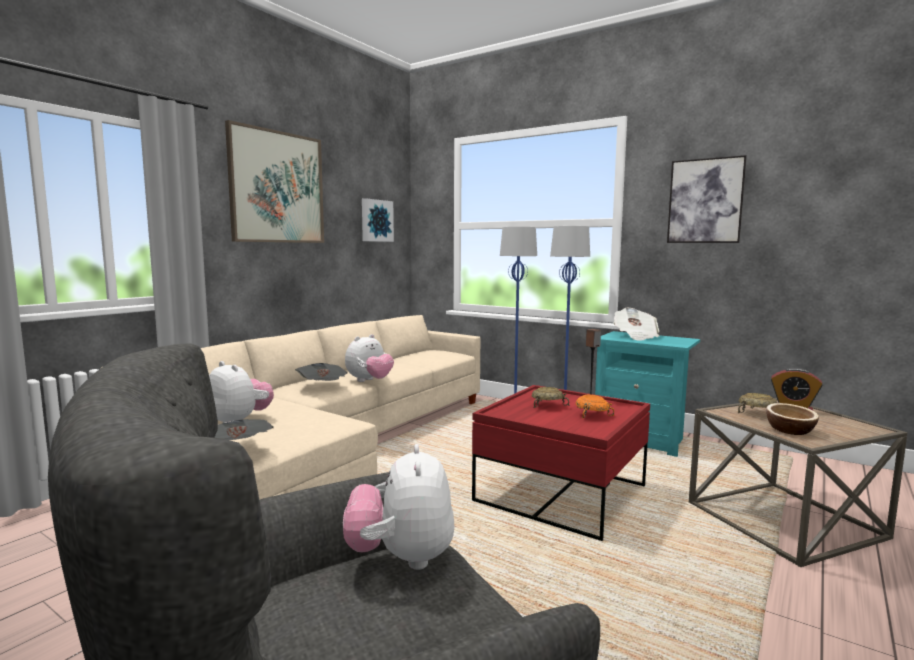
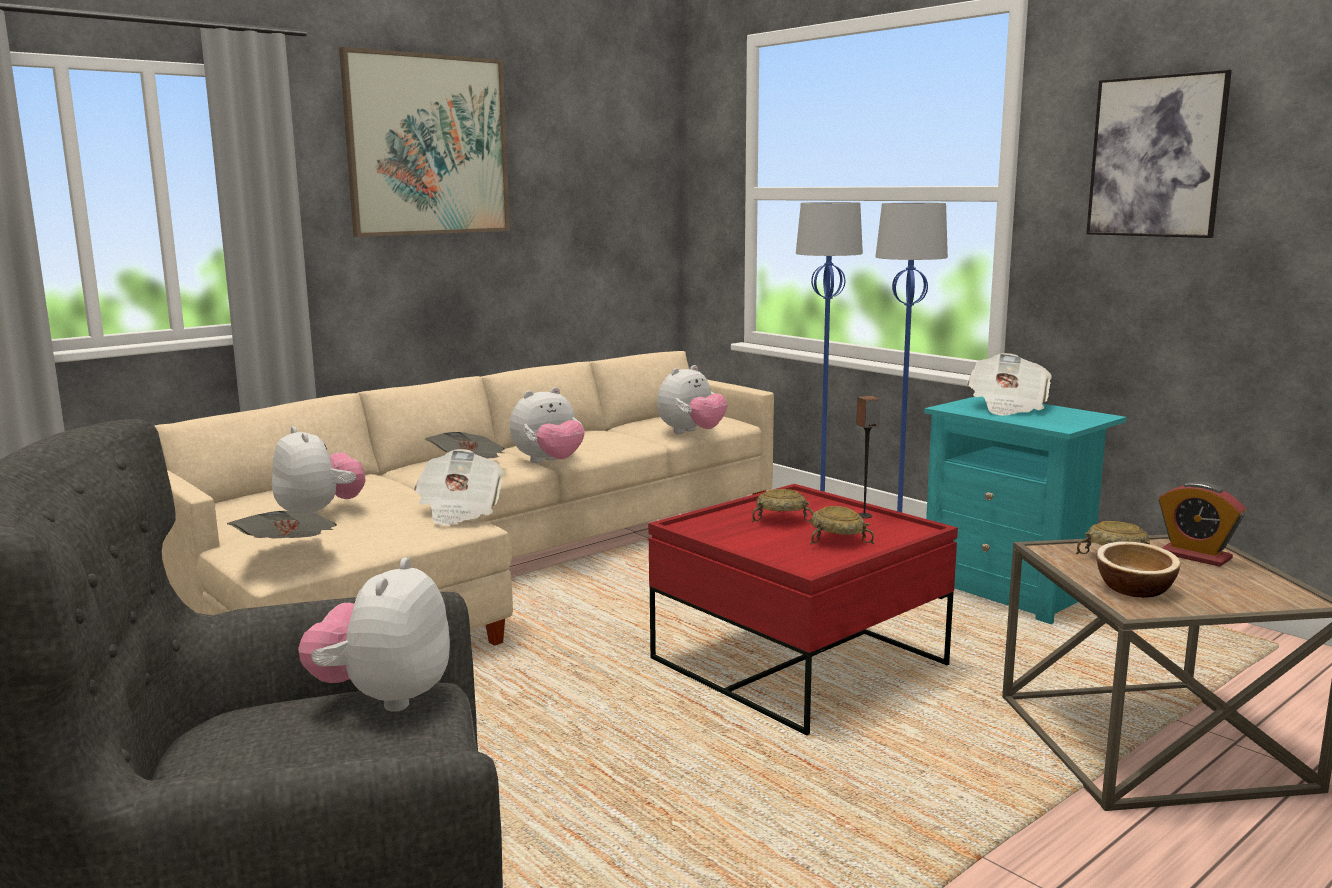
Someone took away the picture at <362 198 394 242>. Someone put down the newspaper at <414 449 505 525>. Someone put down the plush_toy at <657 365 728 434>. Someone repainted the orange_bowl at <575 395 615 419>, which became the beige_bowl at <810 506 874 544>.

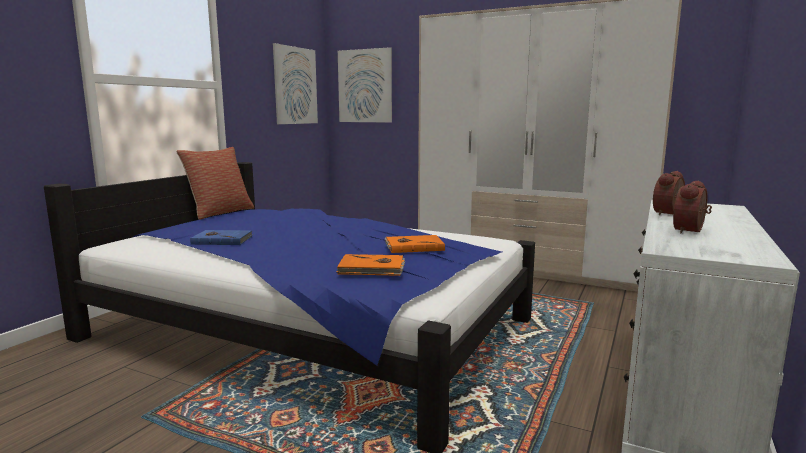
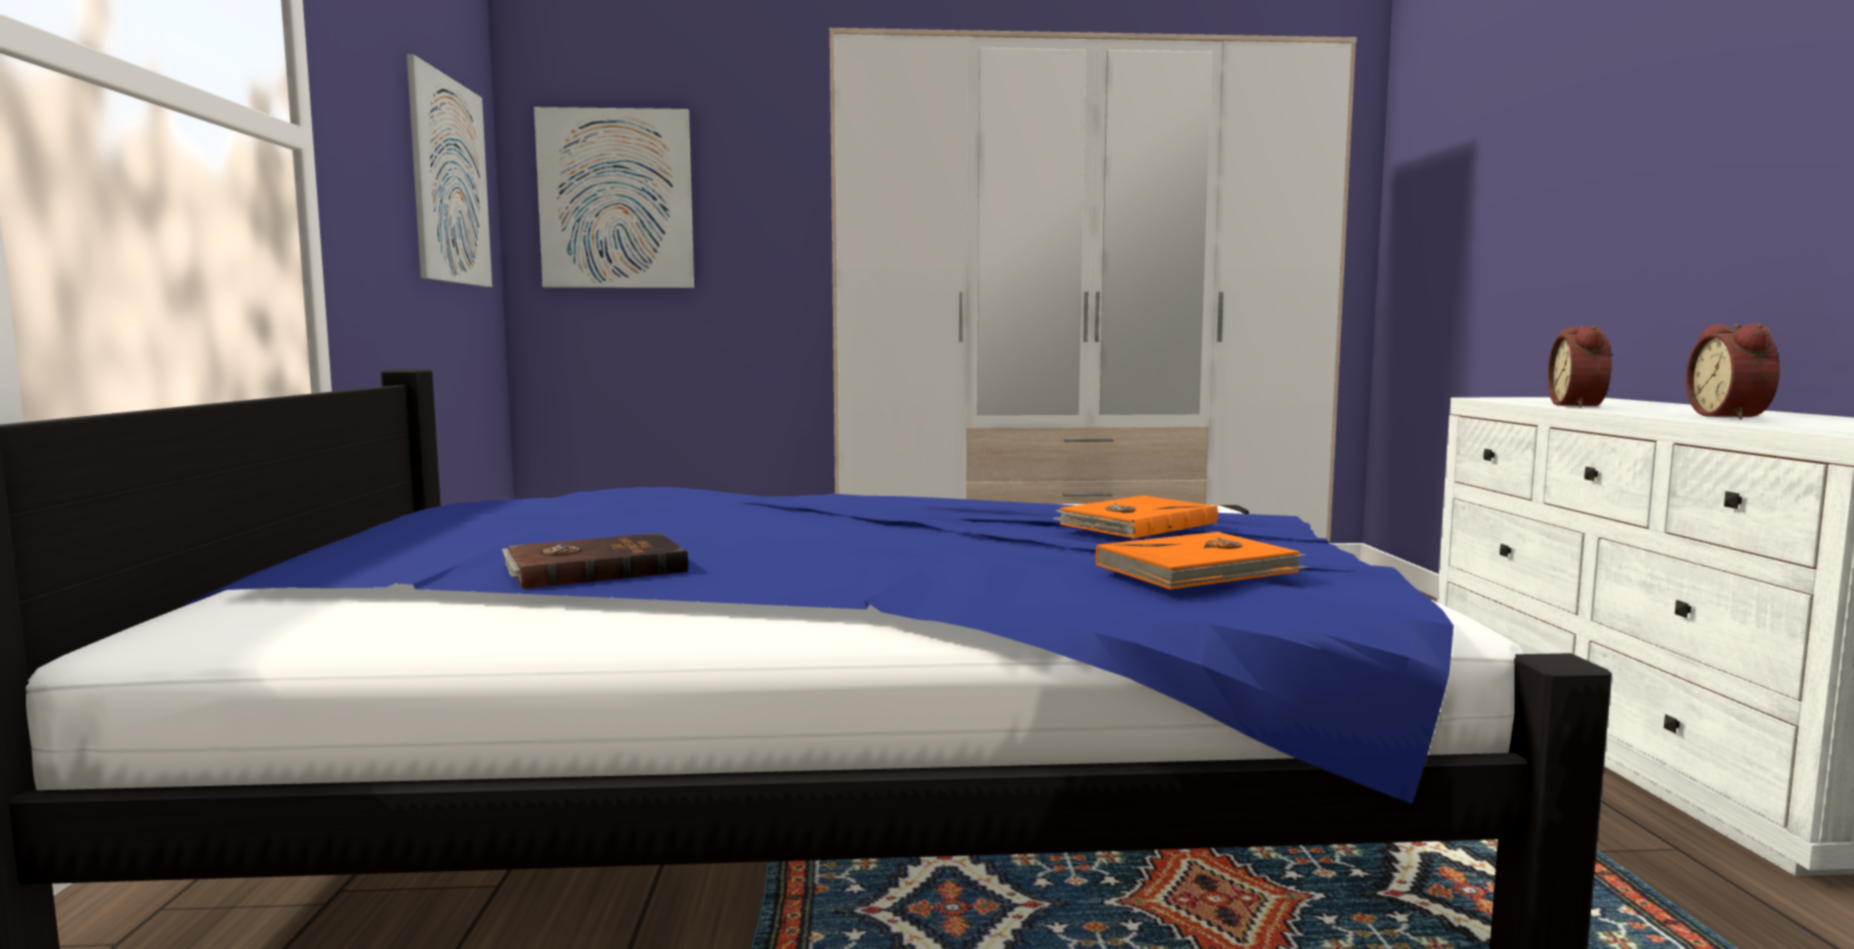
Someone took away the pillow at <176 147 254 220>. Someone repainted the blue_book at <190 230 253 245>, which became the brown_book at <502 533 688 589>.

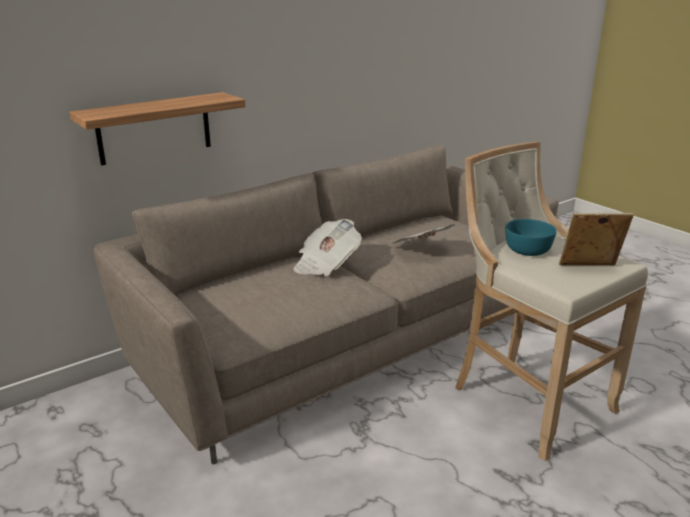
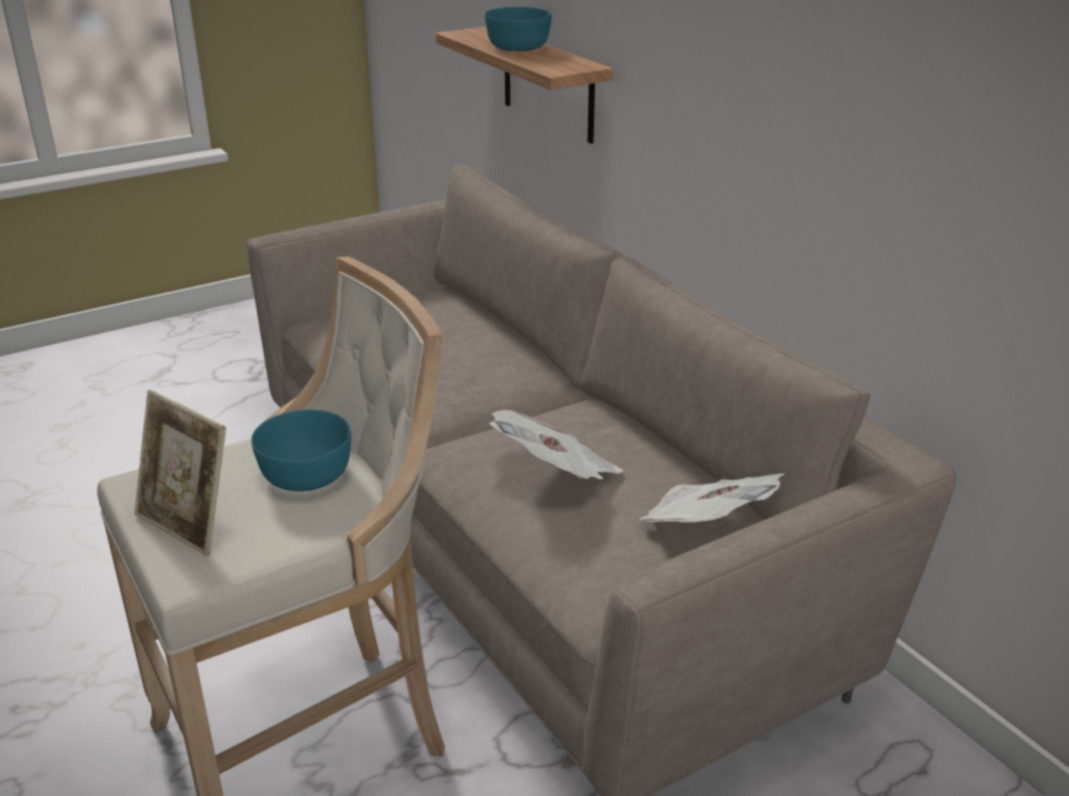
Someone put down the turquoise_bowl at <485 7 552 51>. Someone carried the newspaper from <293 219 362 276> to <639 473 786 522>. Someone rotated the picture_frame at <559 213 634 265> by 120 degrees clockwise.

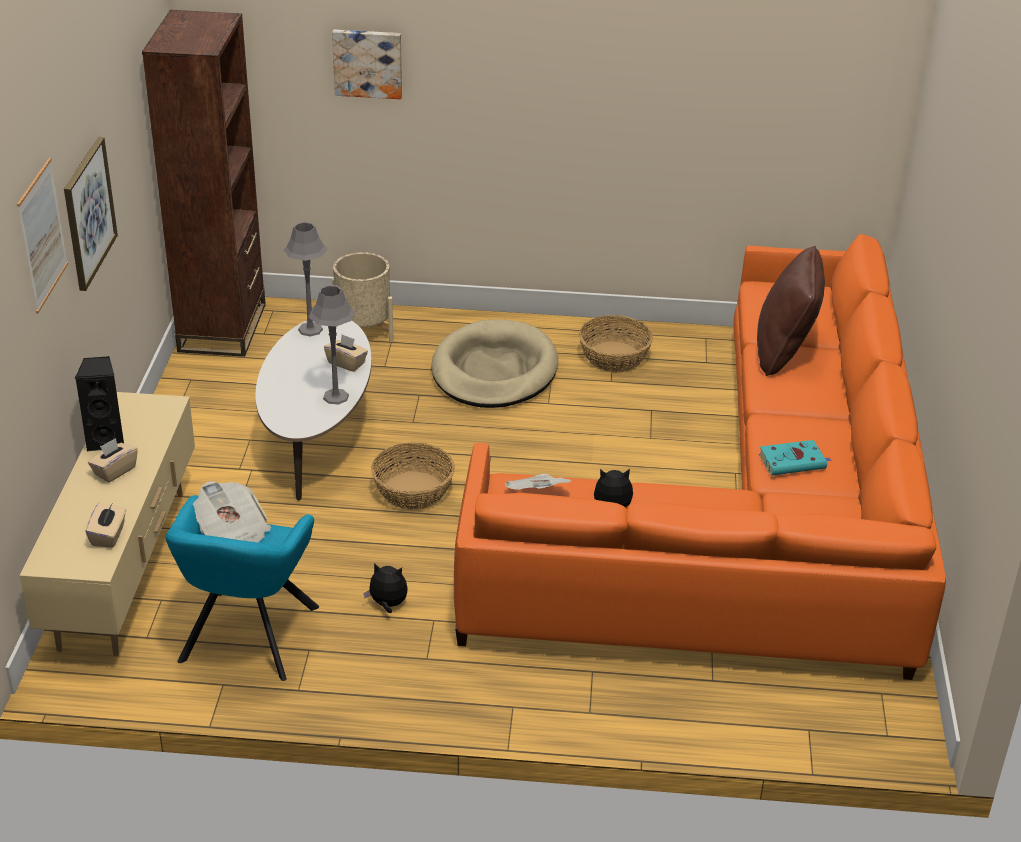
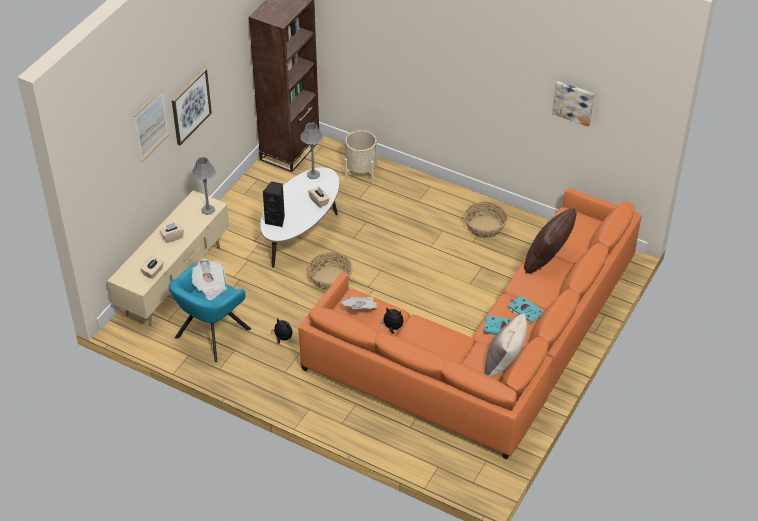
Someone took away the beige_dog_bed at <432 319 558 408>. Someone put down the beige_pillow at <484 313 527 377>. Someone put down the turquoise_book at <508 296 544 325>. Someone carried the black_speaker from <75 356 124 451> to <263 181 285 227>. Someone carried the grey_table_lamp from <309 285 355 405> to <192 157 216 215>. Someone carried the picture from <332 30 402 99> to <552 81 594 127>.

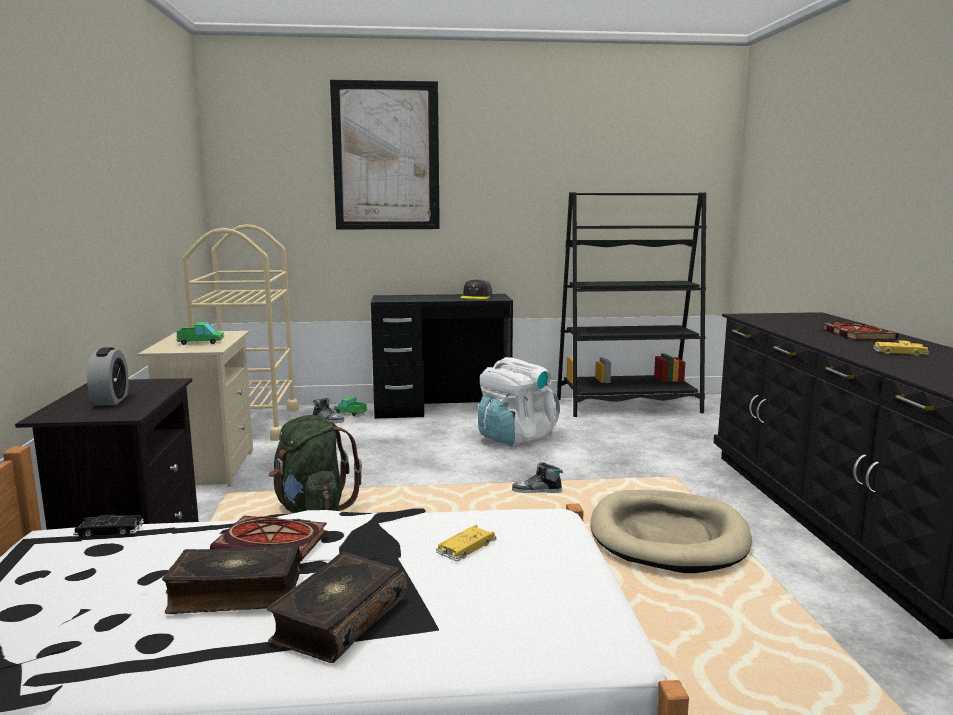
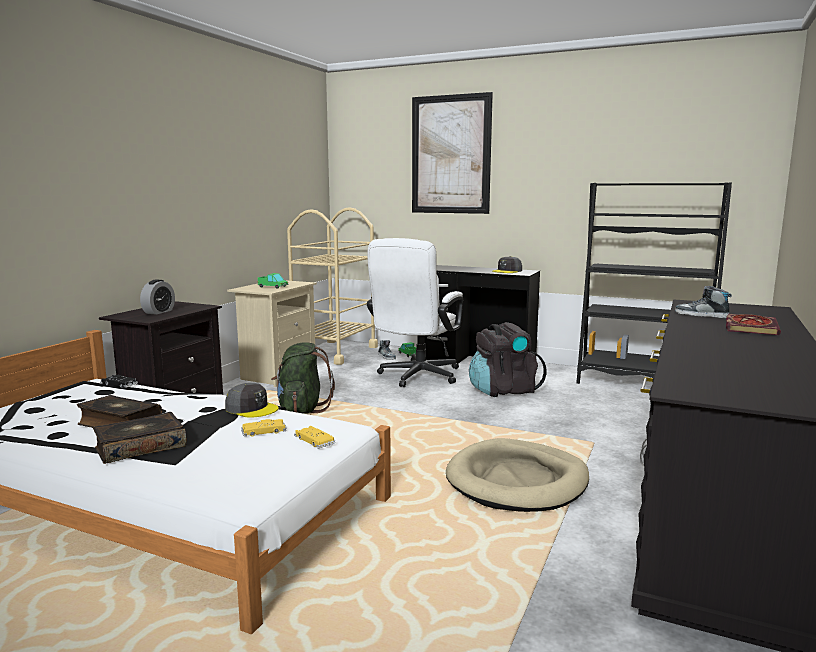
Someone took away the book at <210 516 327 561>. Someone put down the grey_cap at <225 383 279 418>. Someone put down the white_office_chair at <367 238 463 387>. Someone carried the shoe from <512 462 563 493> to <675 286 732 318>. Someone carried the yellow_toy_car from <873 340 929 356> to <294 426 335 448>. Someone repainted the white_backpack at <478 357 560 447>, which became the black_backpack at <469 322 546 397>.

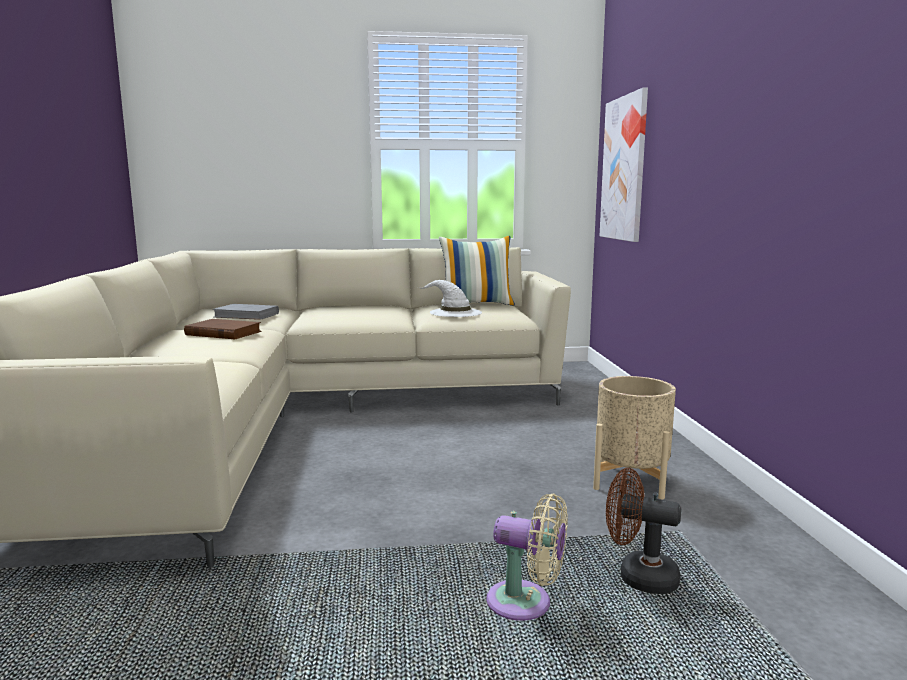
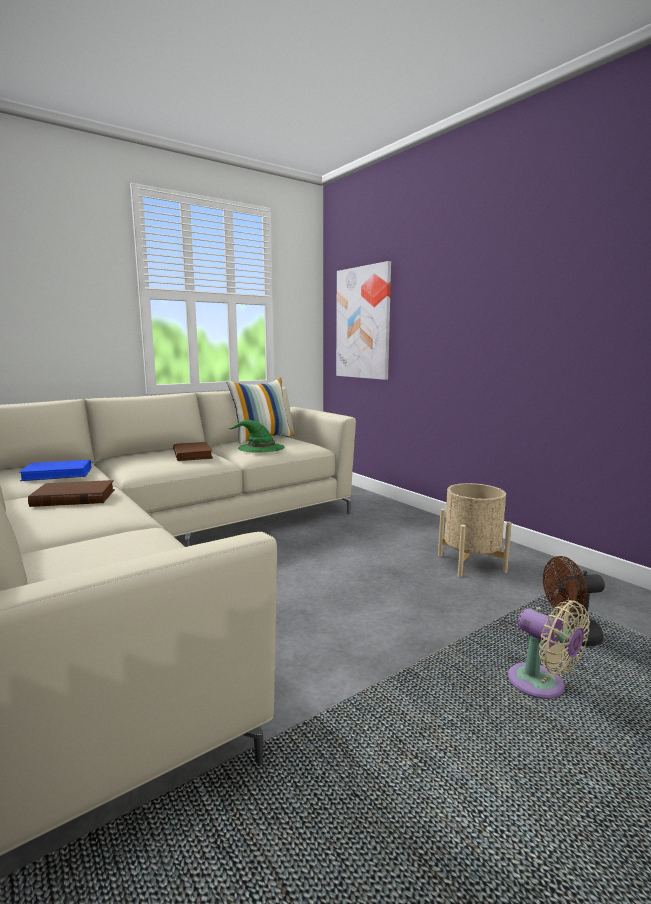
Someone put down the brown_book at <173 442 213 461>. Someone repainted the grey_book at <213 304 279 320>, which became the blue_book at <19 460 91 481>. Someone repainted the white_hat at <418 280 482 317>, which became the green_hat at <227 420 284 453>. Someone rotated the beige_fan at <486 494 568 620> by 60 degrees clockwise.

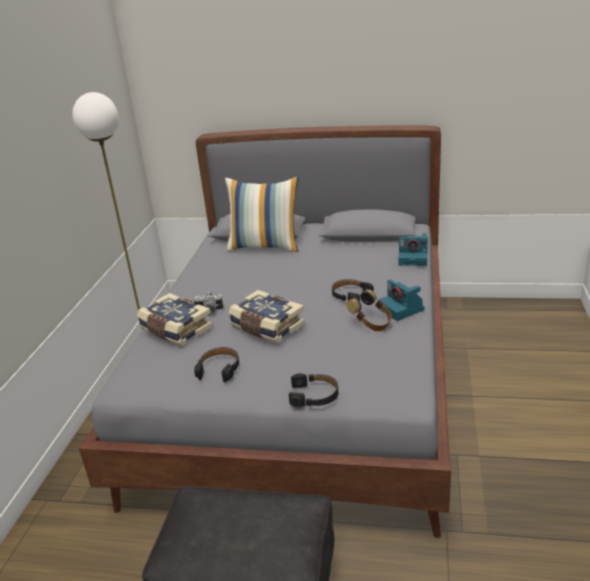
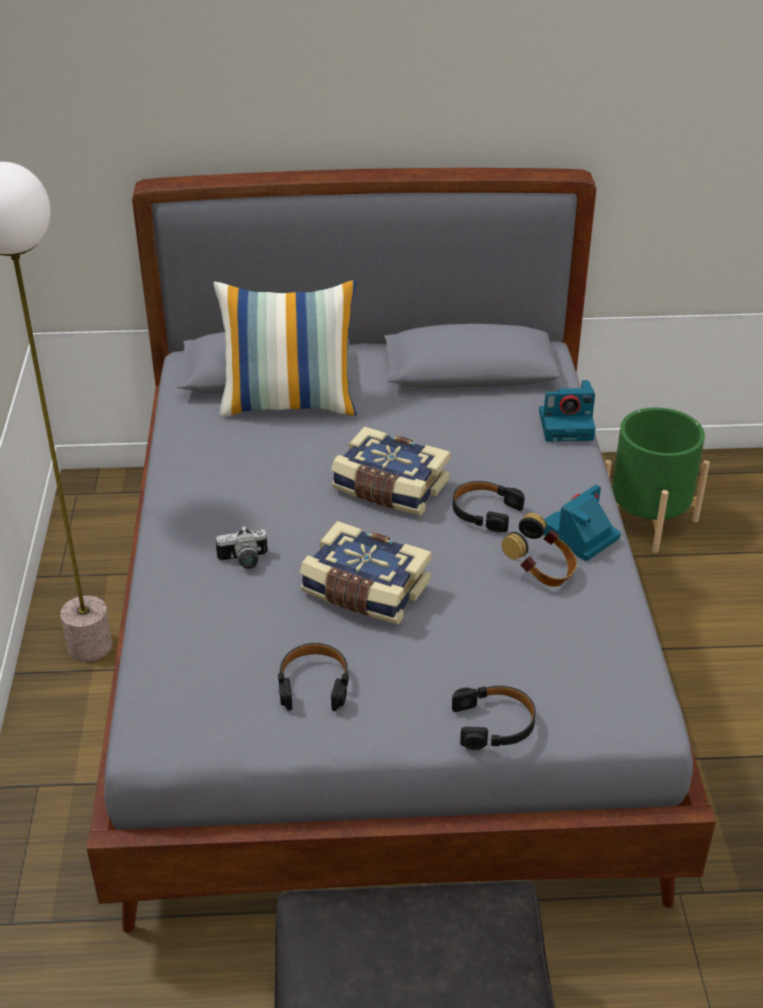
Someone put down the green_planter at <605 407 710 553>. Someone carried the book from <137 293 213 346> to <331 426 451 516>. Someone rotated the photo_camera at <377 280 424 321> by 90 degrees clockwise.

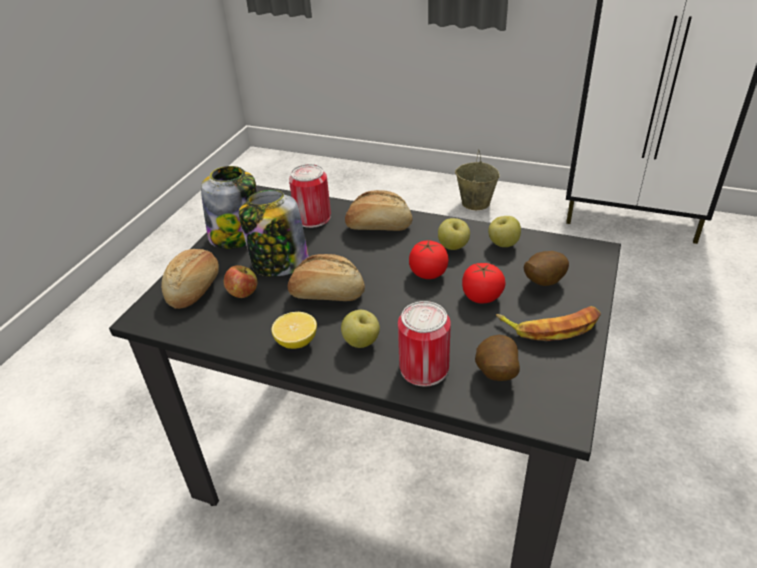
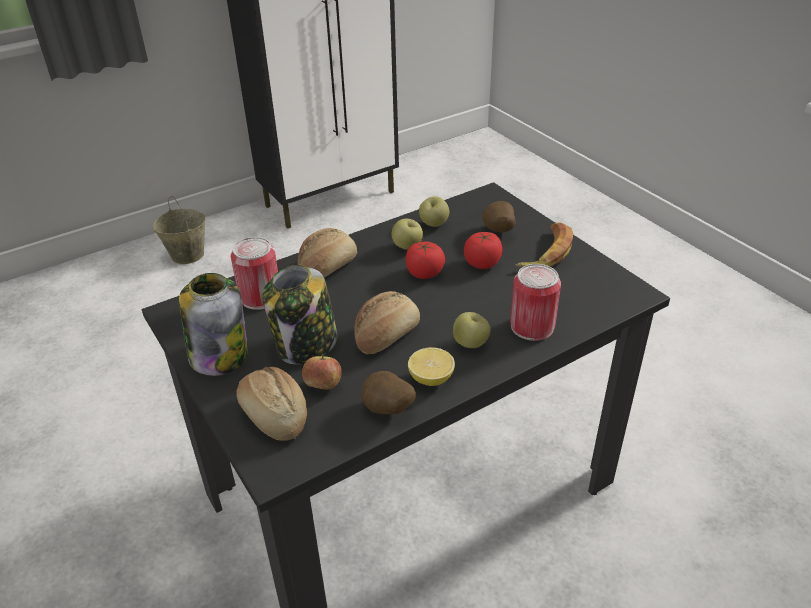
Someone carried the potato from <475 335 520 381> to <361 371 416 414>.

